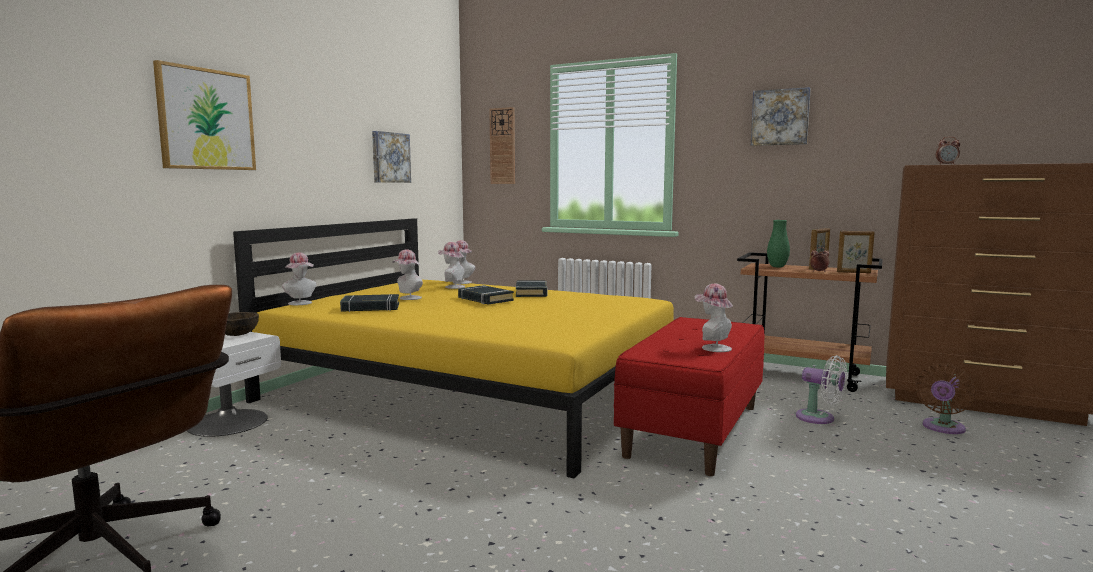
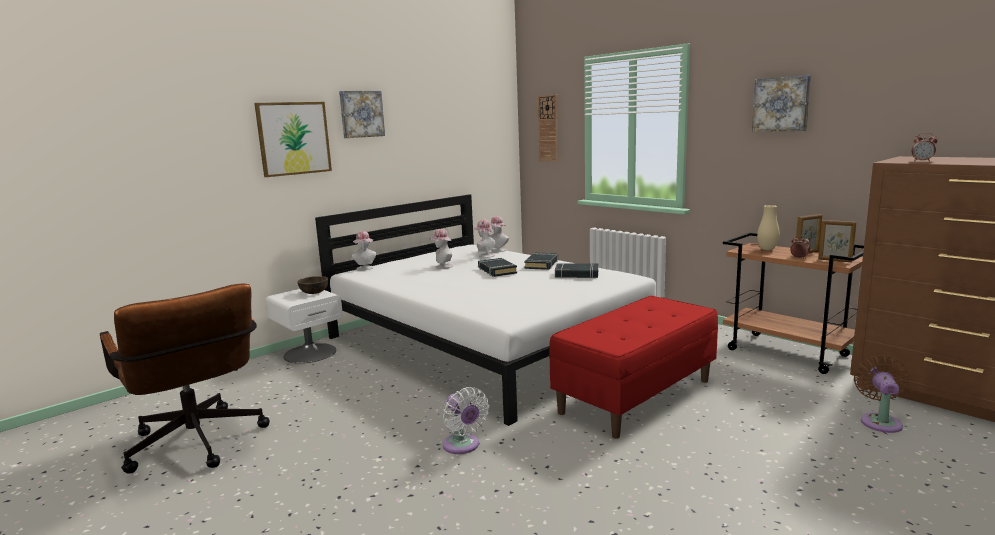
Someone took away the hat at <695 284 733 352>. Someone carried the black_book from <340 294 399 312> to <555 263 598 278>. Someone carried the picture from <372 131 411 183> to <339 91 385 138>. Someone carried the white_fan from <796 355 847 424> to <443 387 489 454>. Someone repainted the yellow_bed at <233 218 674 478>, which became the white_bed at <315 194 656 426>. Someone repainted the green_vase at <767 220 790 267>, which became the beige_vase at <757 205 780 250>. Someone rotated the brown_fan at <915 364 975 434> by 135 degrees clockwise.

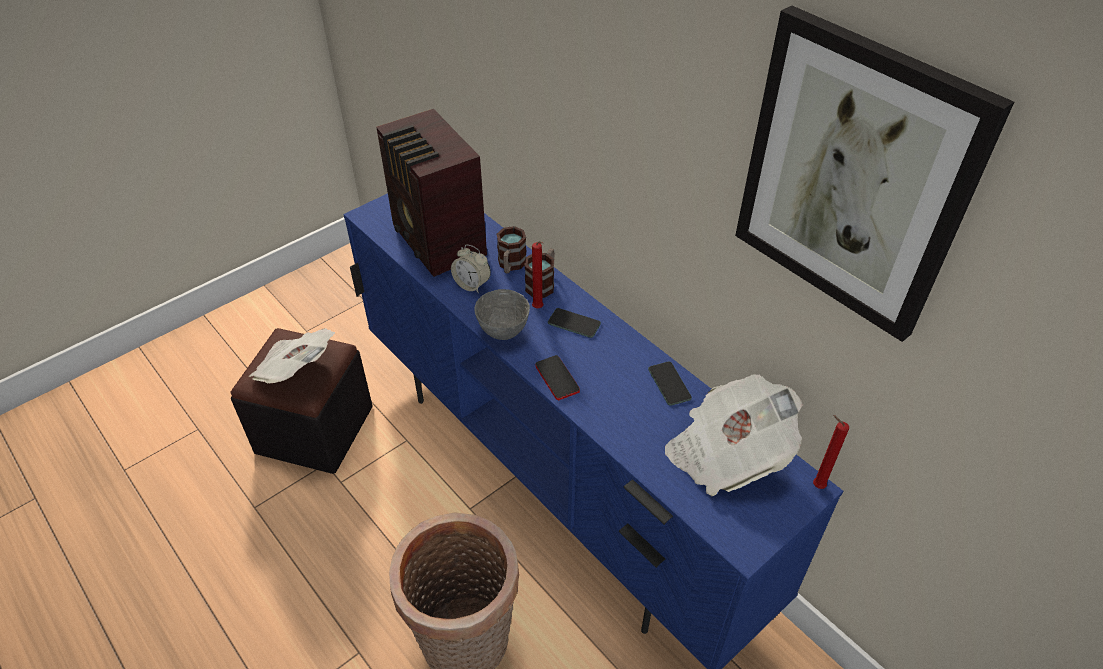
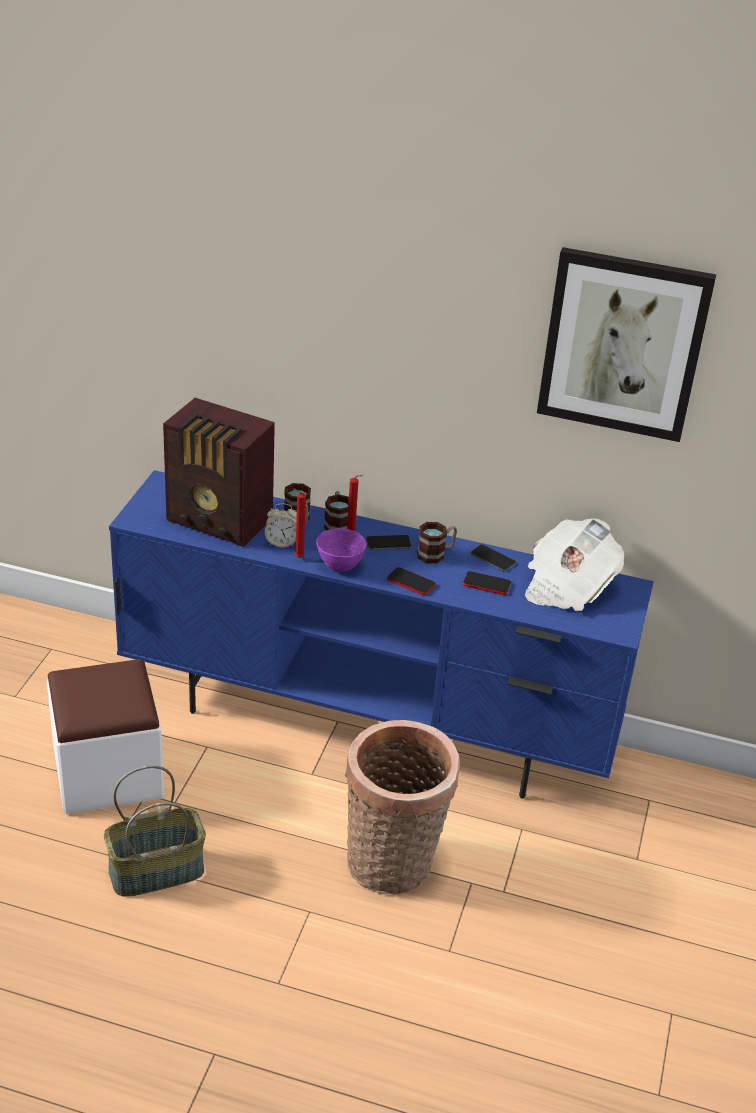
Someone took away the newspaper at <249 328 335 384>. Someone put down the basket at <104 765 206 897>. Someone put down the mug at <417 522 457 564>. Someone put down the phone at <463 571 511 595>. Someone carried the red_candle from <813 415 849 489> to <293 488 306 558>. Someone repainted the black_ottoman at <230 328 373 474>, which became the white_ottoman at <47 659 164 814>. Someone repainted the grey_bowl at <474 289 530 340>, which became the purple_bowl at <316 528 366 572>.

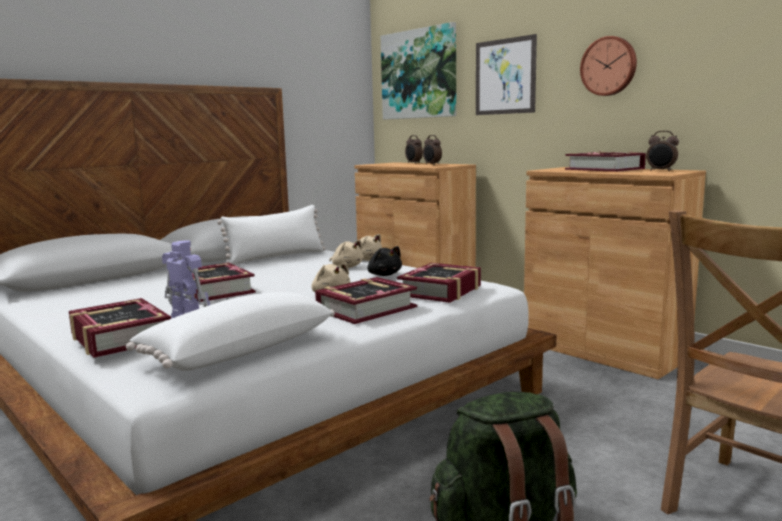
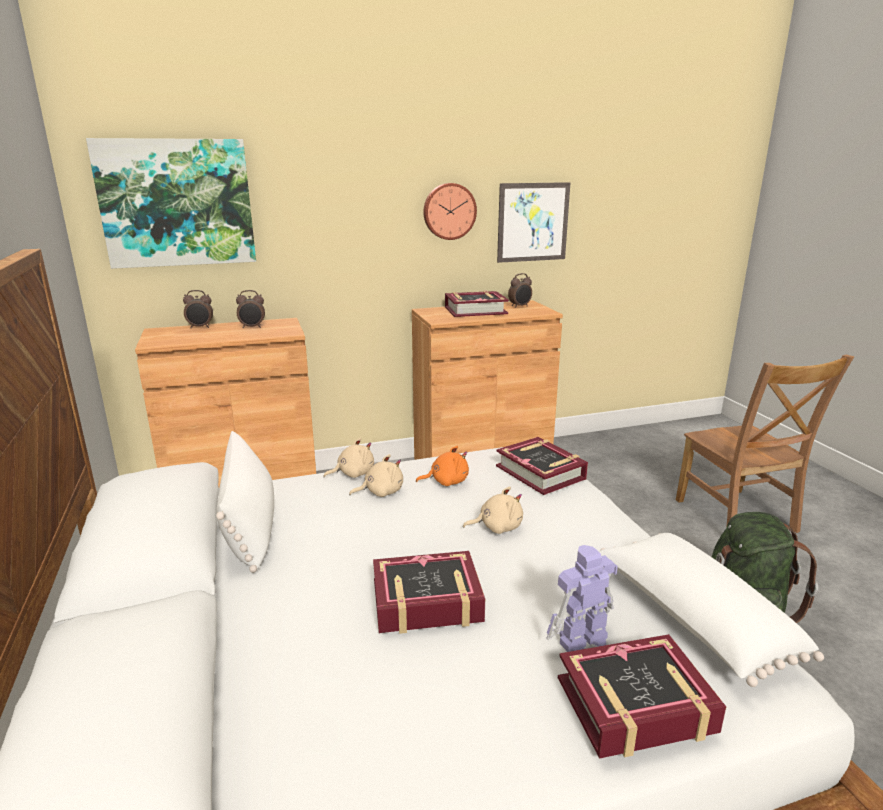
Someone took away the book at <315 277 417 324>. Someone carried the picture from <476 34 537 115> to <497 182 571 263>. Someone repainted the black_plush_toy at <368 246 402 276>, which became the orange_plush_toy at <416 446 469 486>.

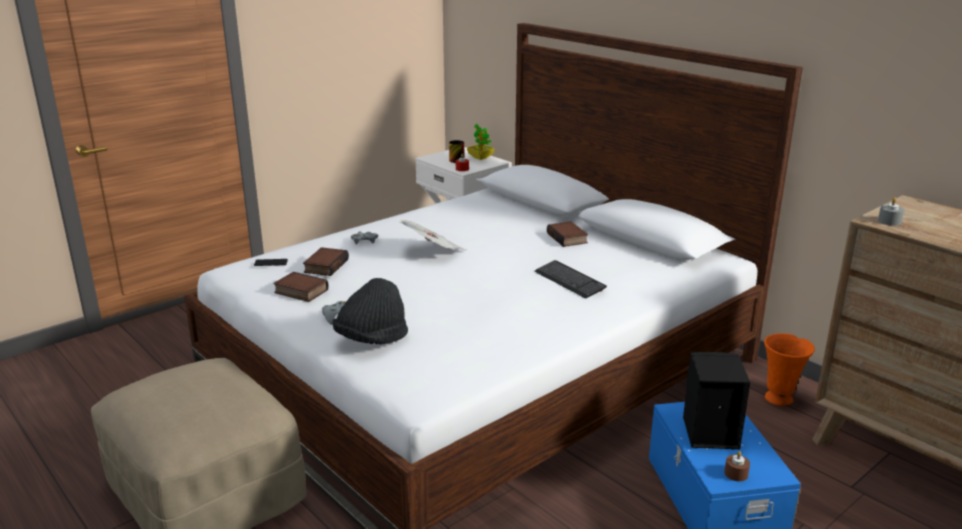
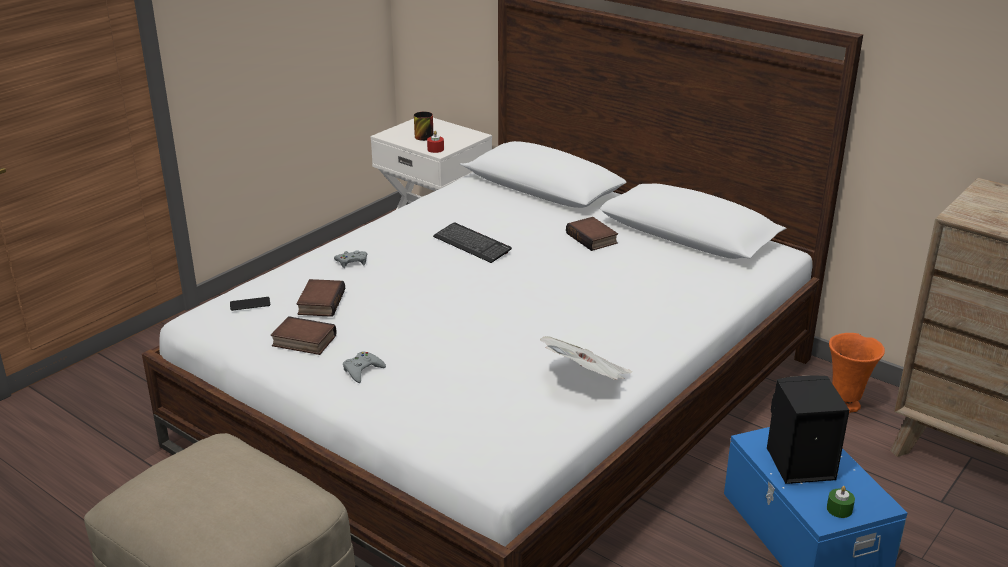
Someone took away the black_hat at <332 278 408 344>. Someone took away the potted_plant at <467 124 494 160>. Someone took away the grey_candle at <878 197 904 226>. Someone carried the newspaper from <399 220 466 250> to <540 336 632 380>. Someone carried the keyboard from <535 260 607 298> to <433 222 512 263>. Someone repainted the brown_candle at <724 451 750 481>, which became the green_candle at <827 486 855 518>.

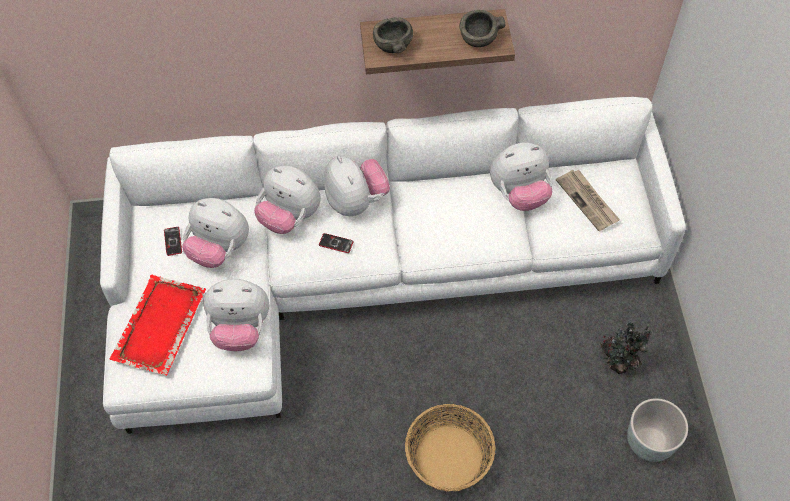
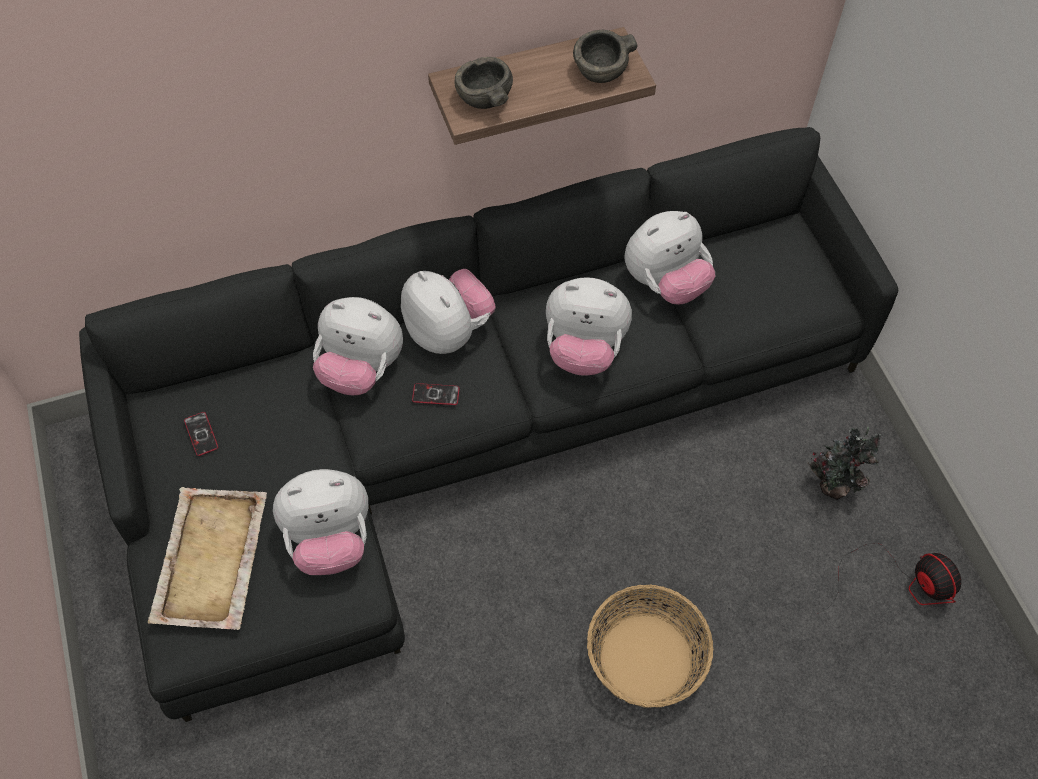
Someone took away the newspaper at <556 170 620 231>. Someone carried the plush_toy from <182 198 249 268> to <546 277 632 376>. Someone swapped the grey_planter at <627 398 688 462> for the fan at <817 543 961 614>. Someone repainted the white_sofa at <100 97 686 434>, which became the black_sofa at <79 127 898 722>. Someone repainted the red_tray at <110 275 206 376>, which became the beige_tray at <148 487 267 630>.

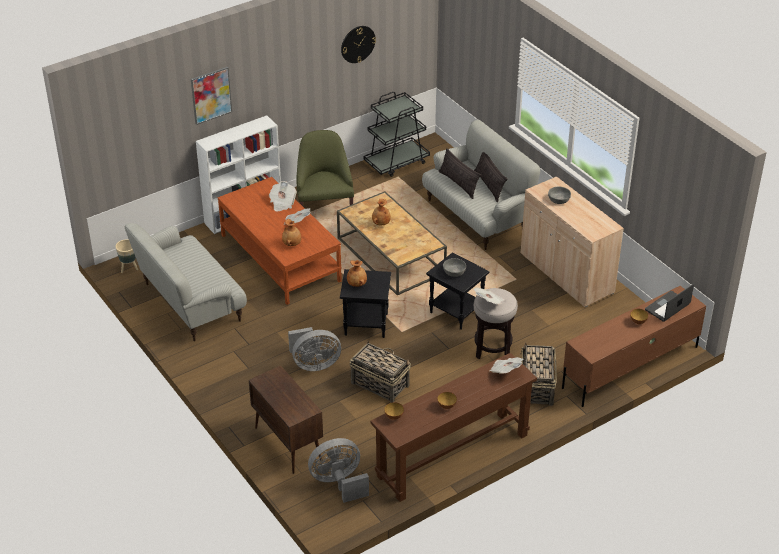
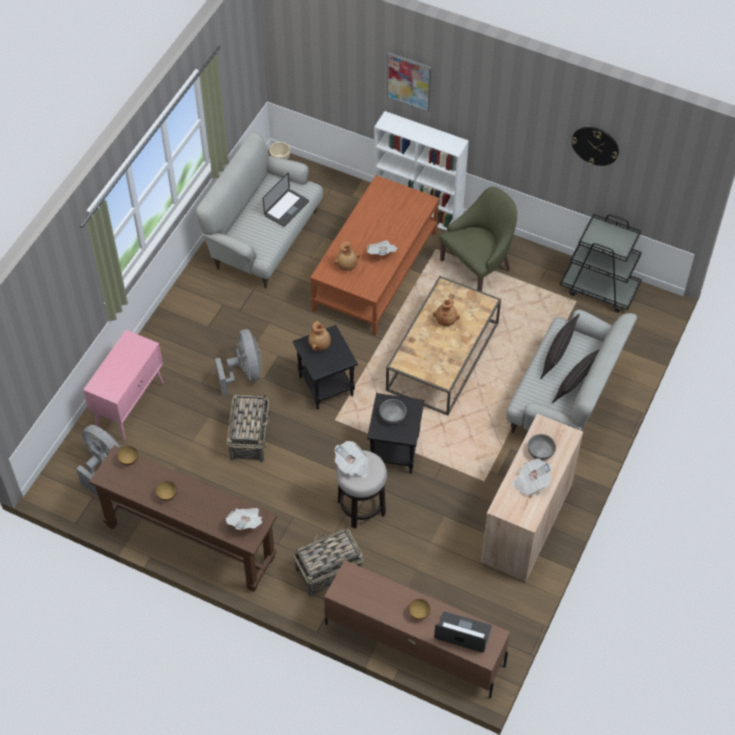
Someone put down the laptop at <263 172 309 227>. Someone carried the newspaper from <269 181 297 211> to <512 458 552 497>. Someone repainted the brown_cabinet at <249 366 323 474>, which became the pink_cabinet at <83 330 164 441>. Someone rotated the grey_fan at <288 327 341 371> by 150 degrees counterclockwise.

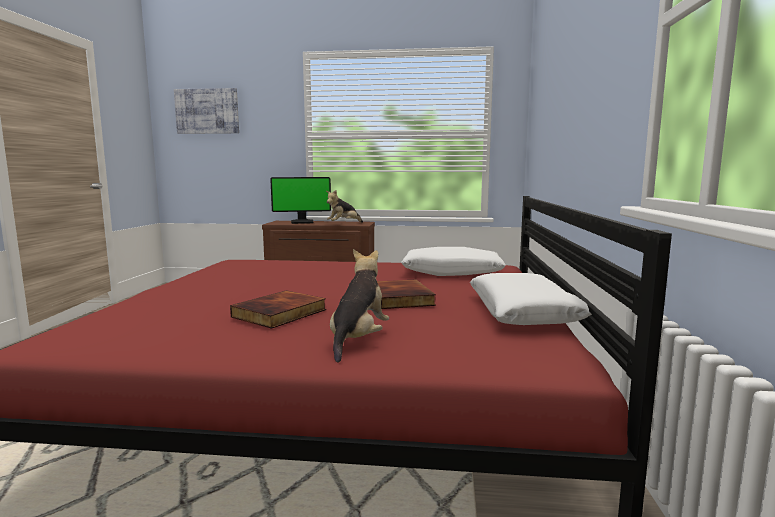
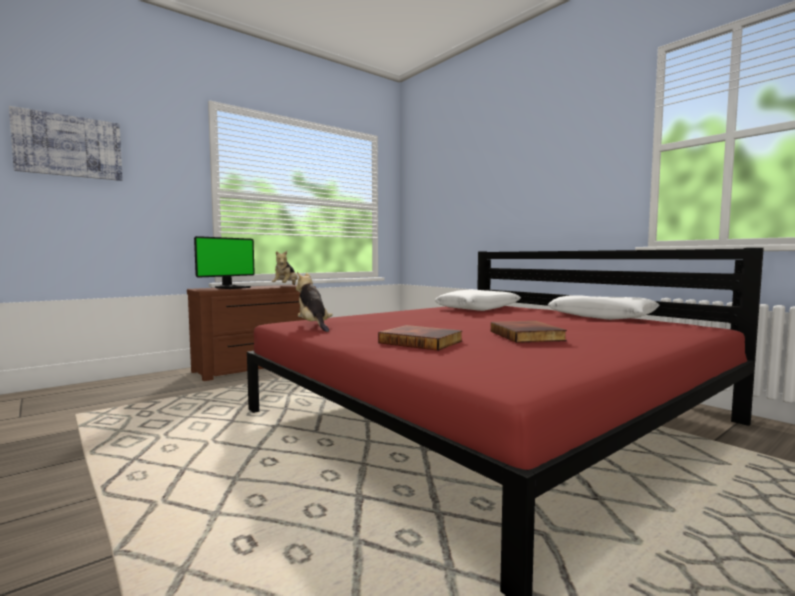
Someone carried the plush_toy from <330 249 389 363> to <296 272 333 332>. Someone carried the book from <377 279 436 309> to <378 325 463 351>.

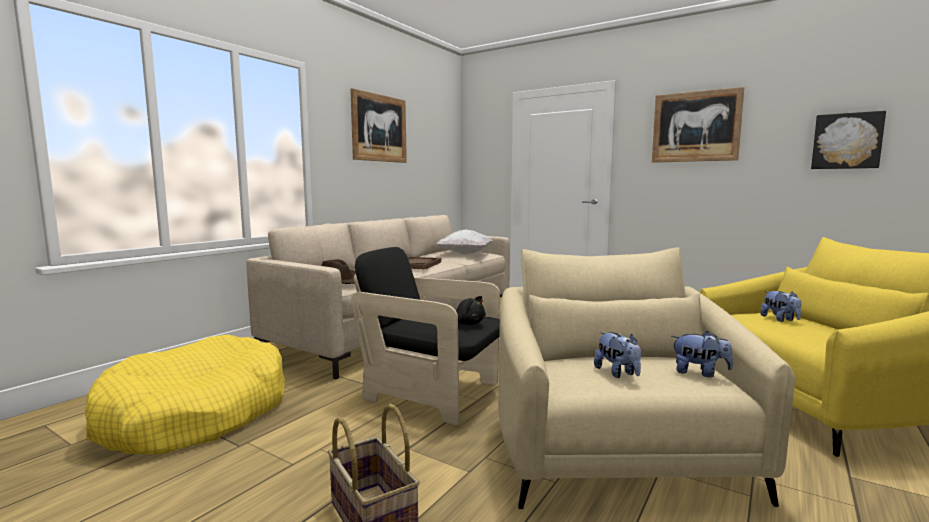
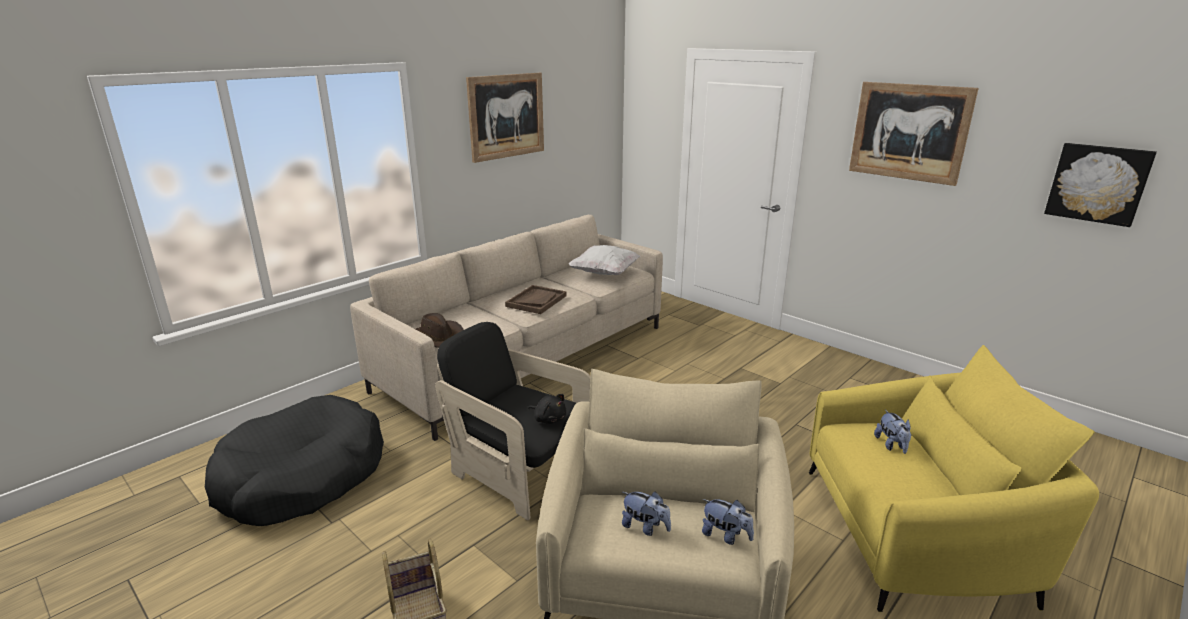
Someone repainted the yellow_dog_bed at <85 334 285 454>, which became the black_dog_bed at <205 395 384 526>. Someone rotated the plush_toy at <594 332 641 378> by 45 degrees counterclockwise.

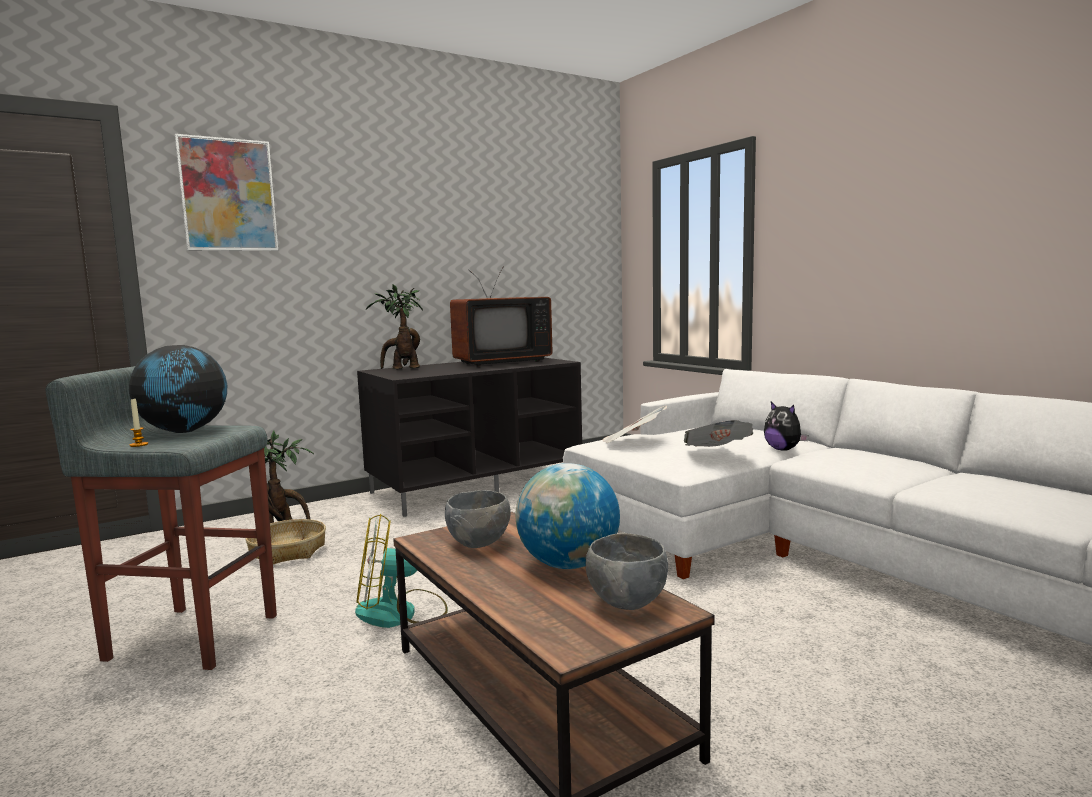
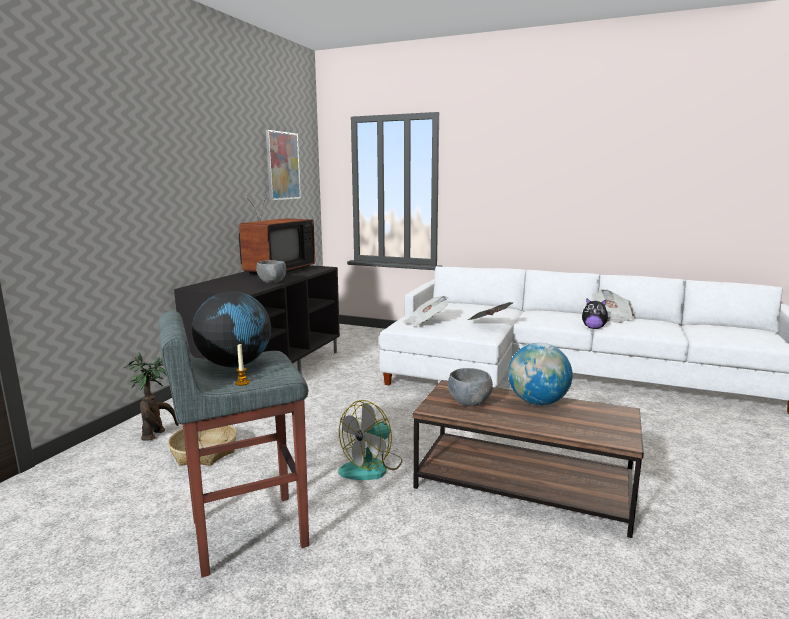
Someone took away the potted_plant at <366 284 423 369>. Someone put down the newspaper at <592 289 635 323>. Someone carried the picture from <175 134 278 251> to <266 130 301 200>. Someone carried the grey_bowl from <586 533 668 610> to <256 260 286 284>. Someone carried the plush_toy from <764 402 808 451> to <582 298 610 329>.

